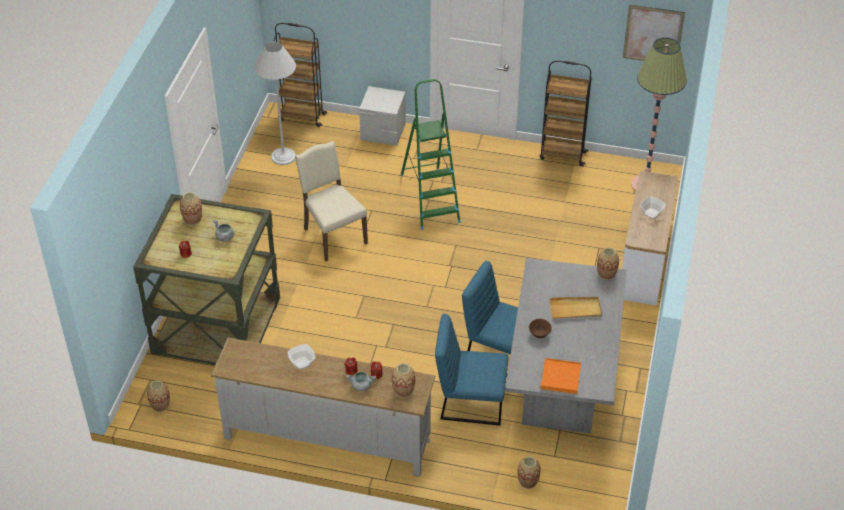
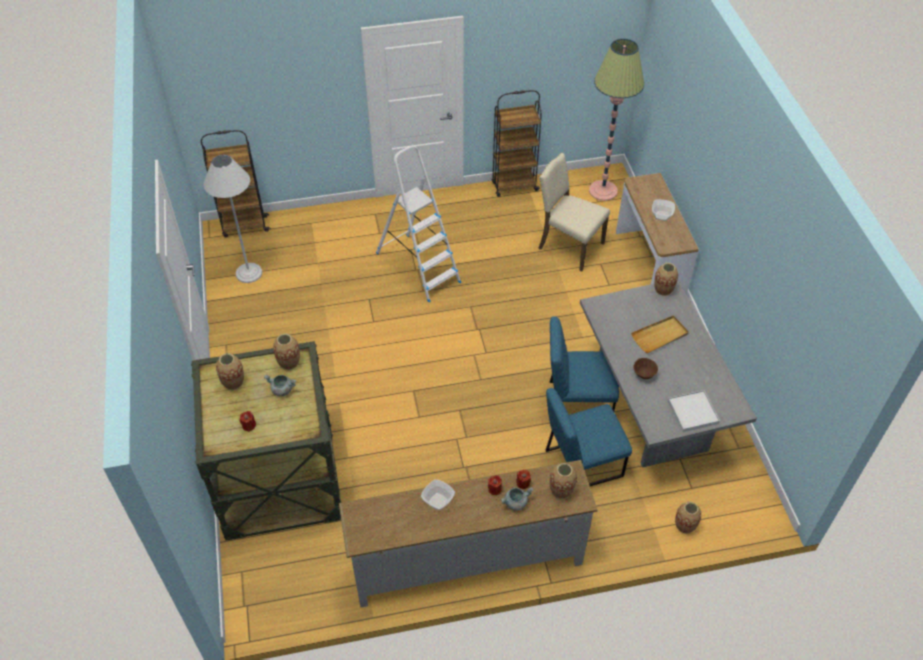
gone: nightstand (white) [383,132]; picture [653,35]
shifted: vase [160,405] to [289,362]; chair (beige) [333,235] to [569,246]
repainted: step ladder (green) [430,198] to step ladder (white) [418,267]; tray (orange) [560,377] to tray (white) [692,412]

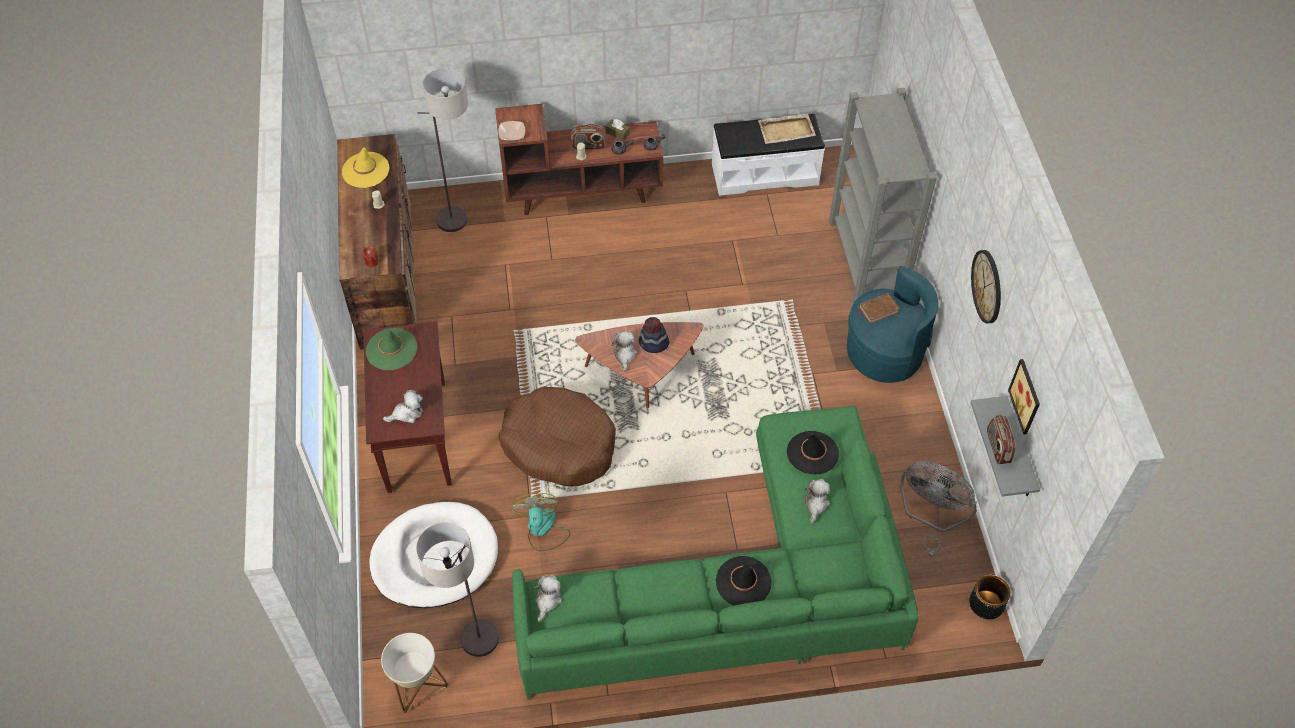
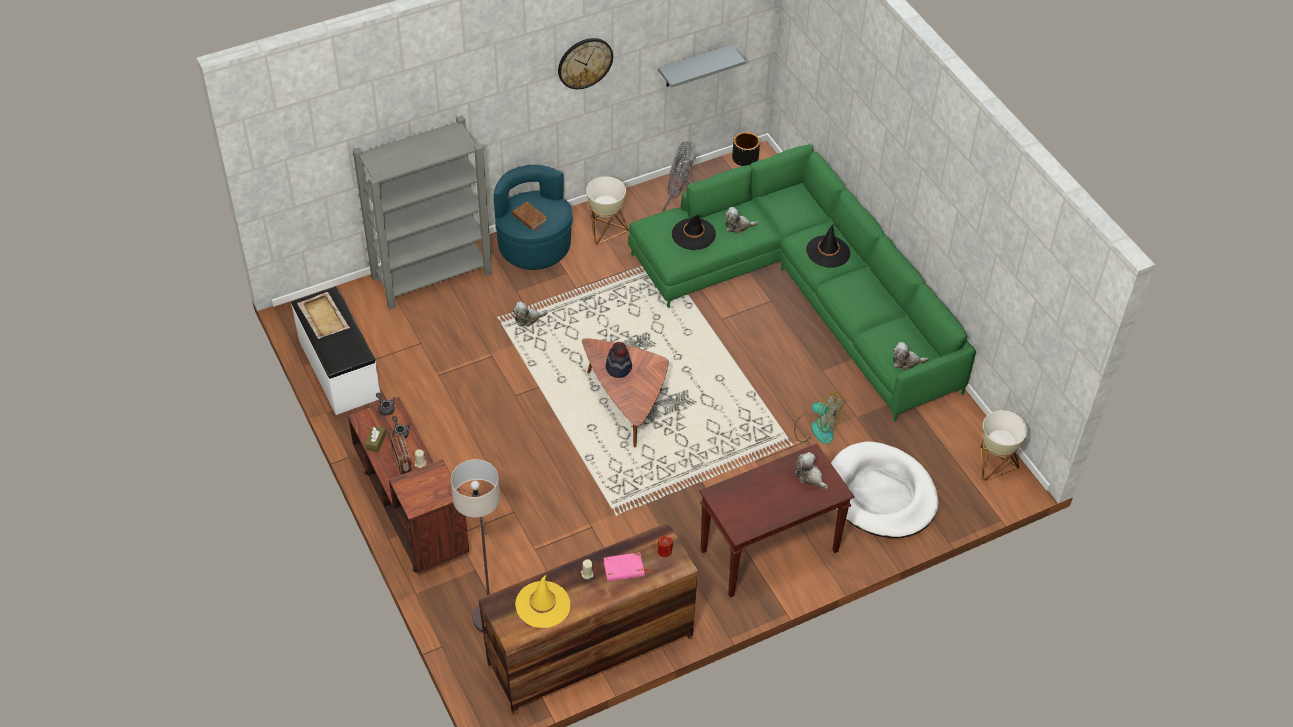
gone: hat (green) [391,349]; floor lamp (grey) [474,649]; bowl [512,135]; dog bed (brown) [559,445]; radio [998,447]; picture [1027,396]
new: planter [606,230]; book (pink) [624,569]
shifted: plush toy [624,355] to [528,319]
rotated: fan [543,529] = [816,428] 120 degrees counterclockwise

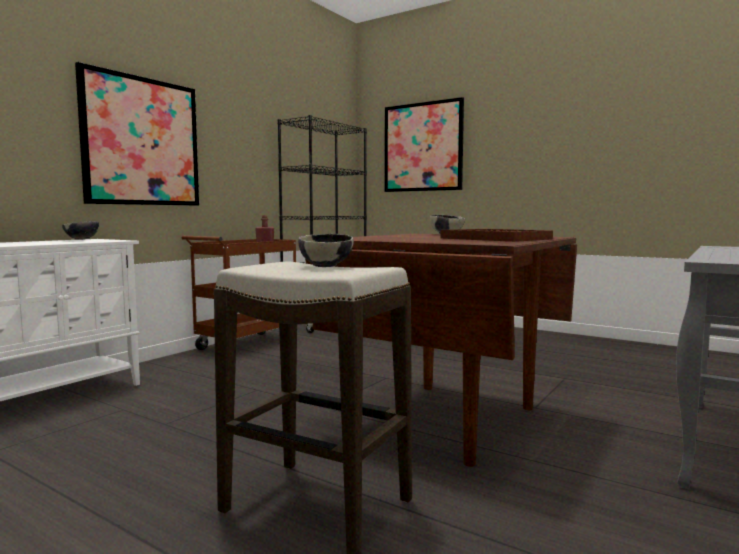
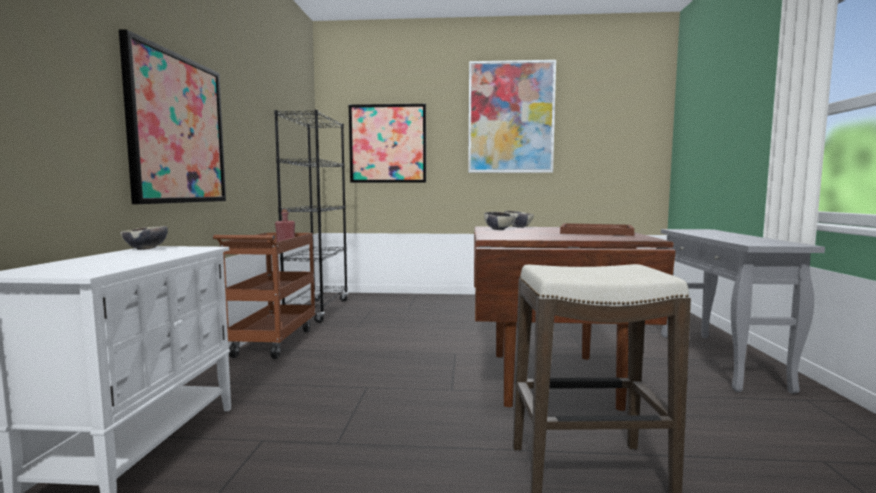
new: picture [511,117]
shifted: bowl [326,266] to [498,229]

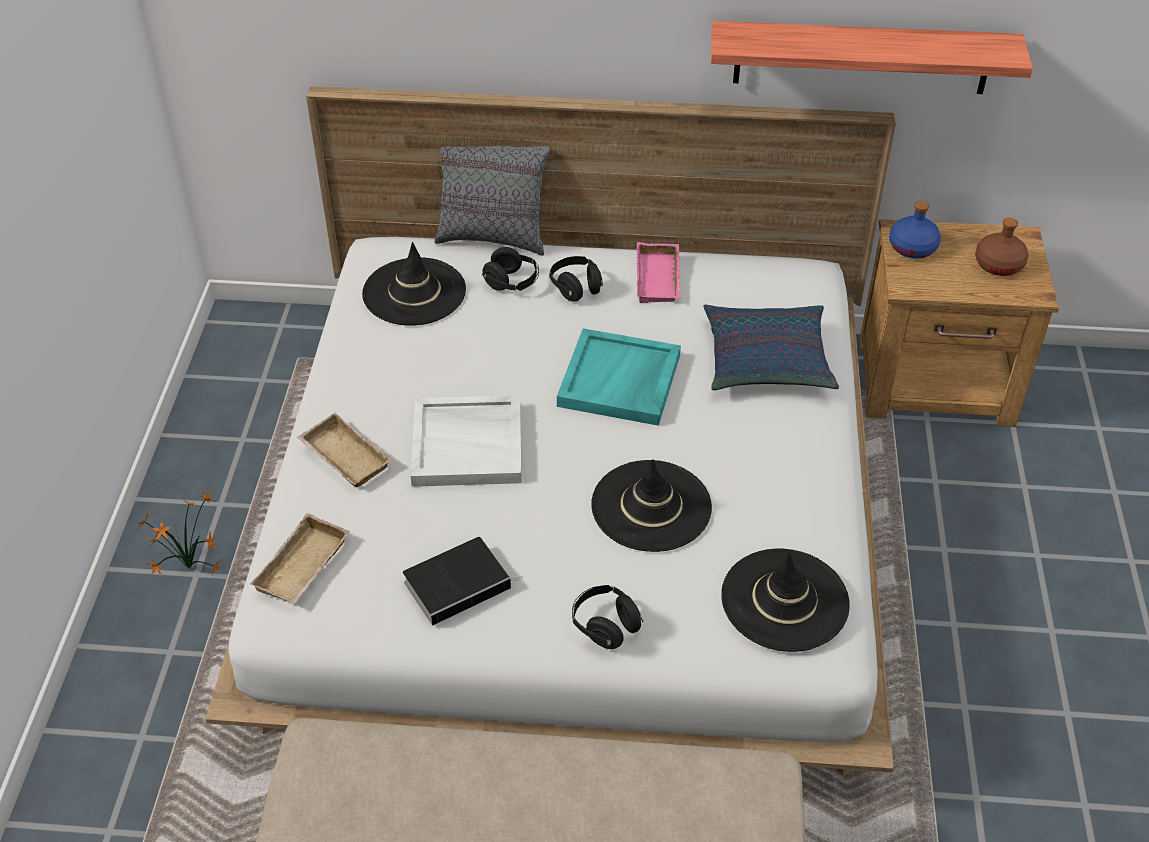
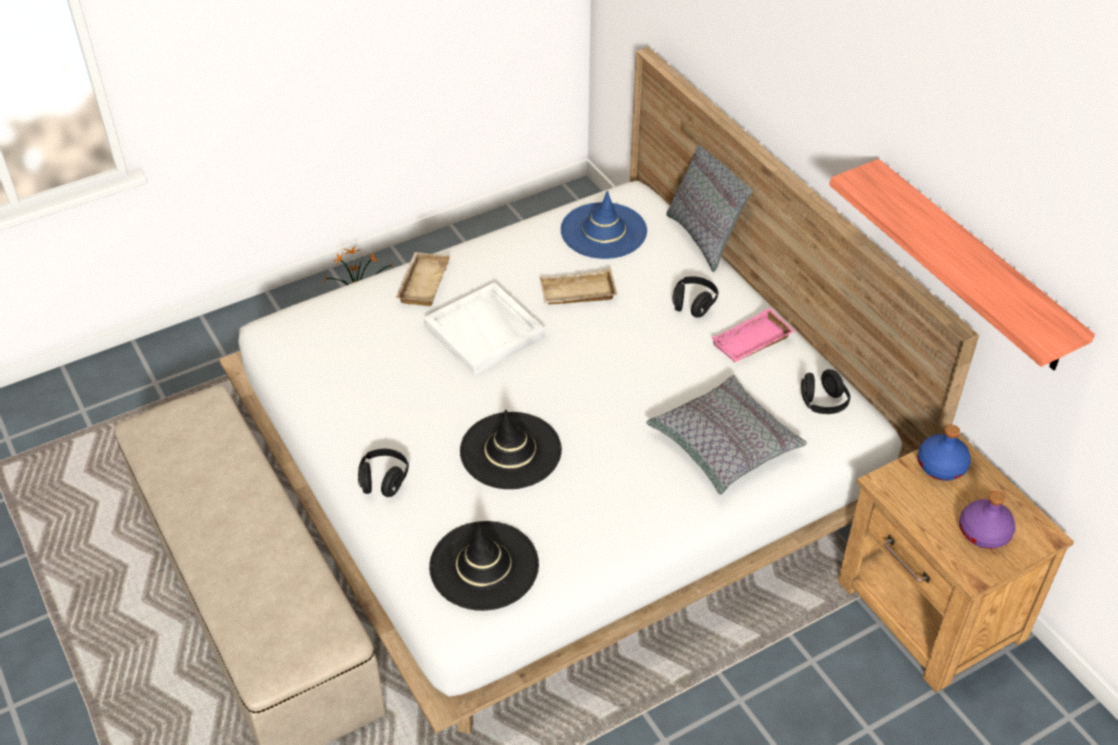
gone: book [459,583]; tray (turquoise) [620,381]
shifted: tray (beige) [304,568] to [577,294]; headphones (black) [512,283] to [822,403]
repainted: hat (black) [414,292] to hat (blue) [603,231]; pillow (blue) [767,360] to pillow (grey) [725,445]; bottle (brown) [998,264] to bottle (purple) [984,532]

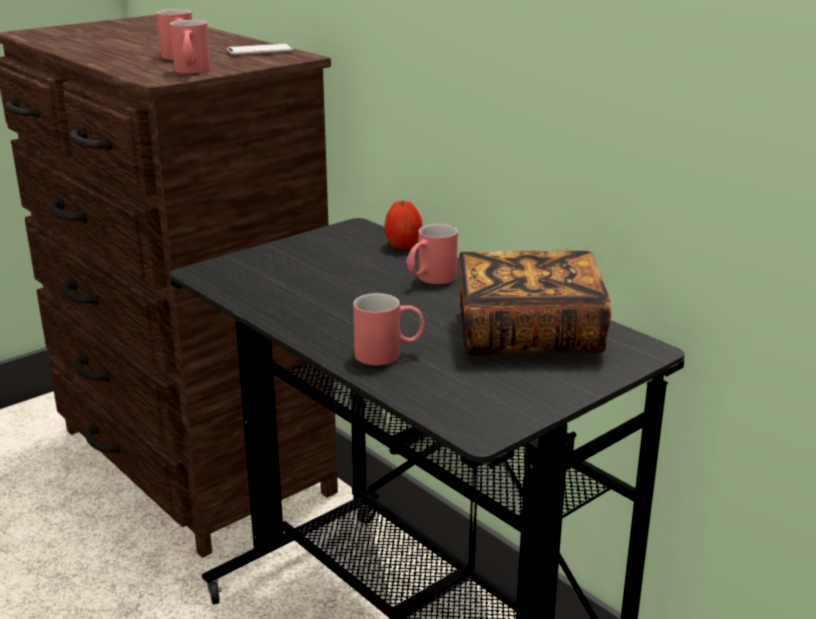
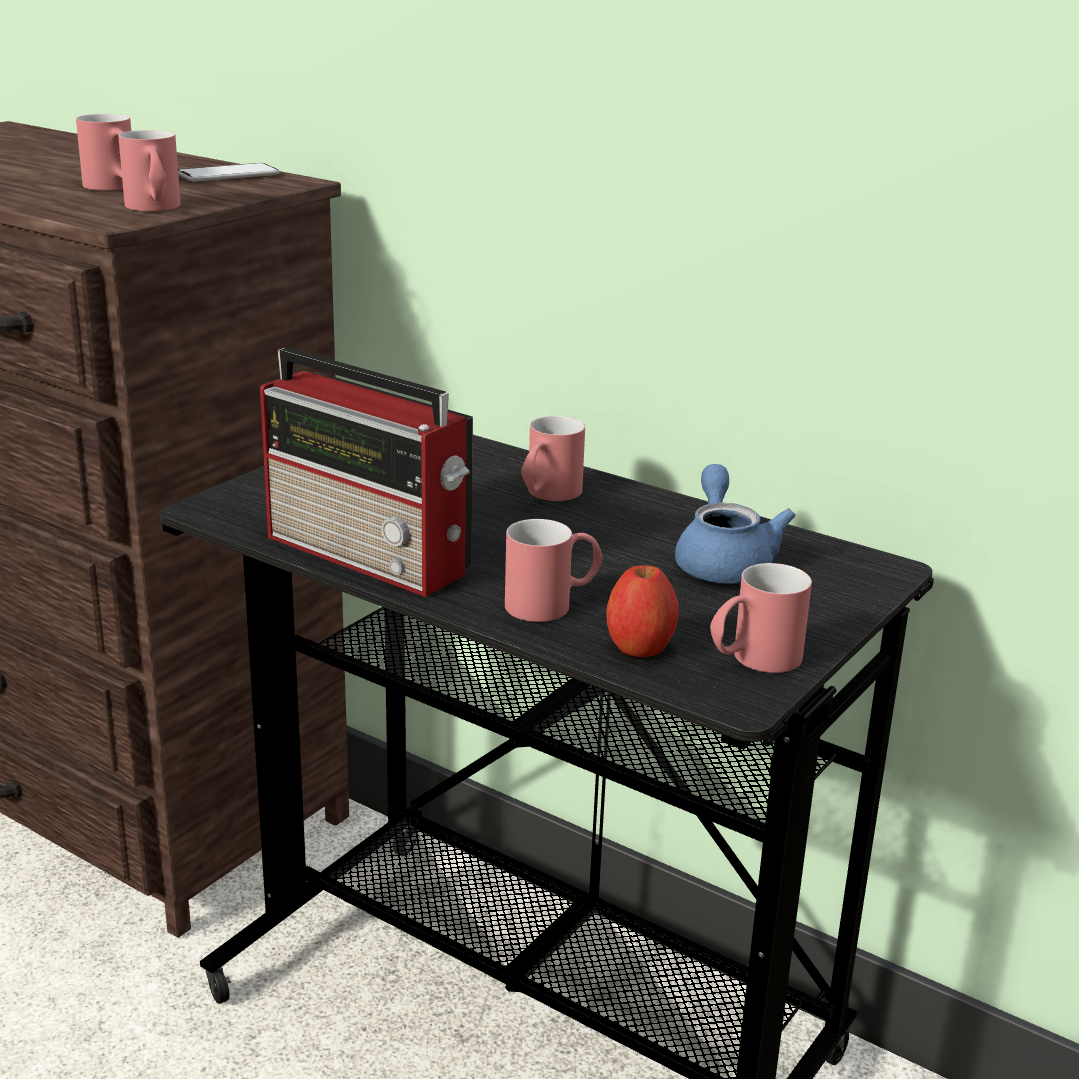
new: radio [371,556]; mug (red) [753,661]
shifted: apple [403,246] to [640,648]
swapped: book [528,335] to teapot (blue) [723,561]

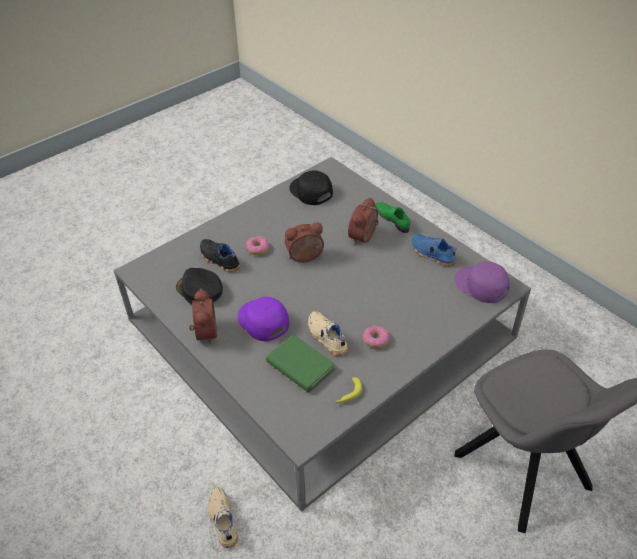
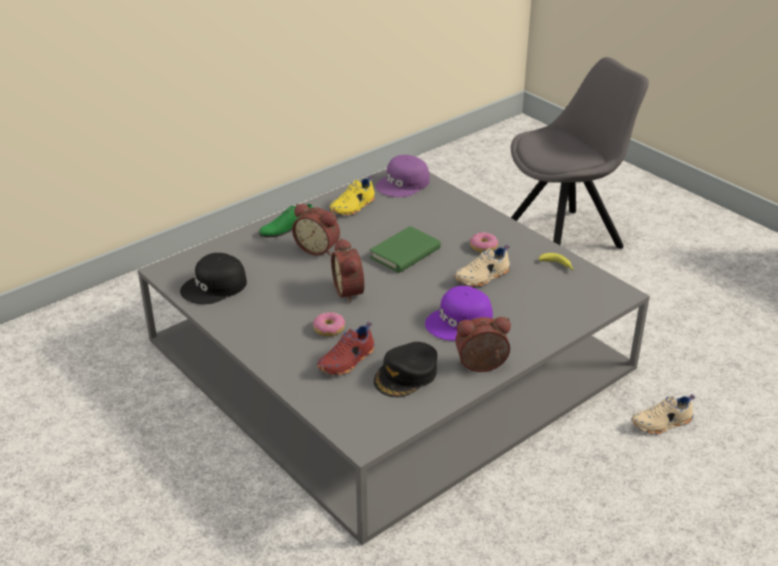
shifted: book (green) [300,366] to [405,253]
repainted: shoe (black) [219,260] to shoe (red) [347,361]; shoe (blue) [432,254] to shoe (yellow) [353,207]

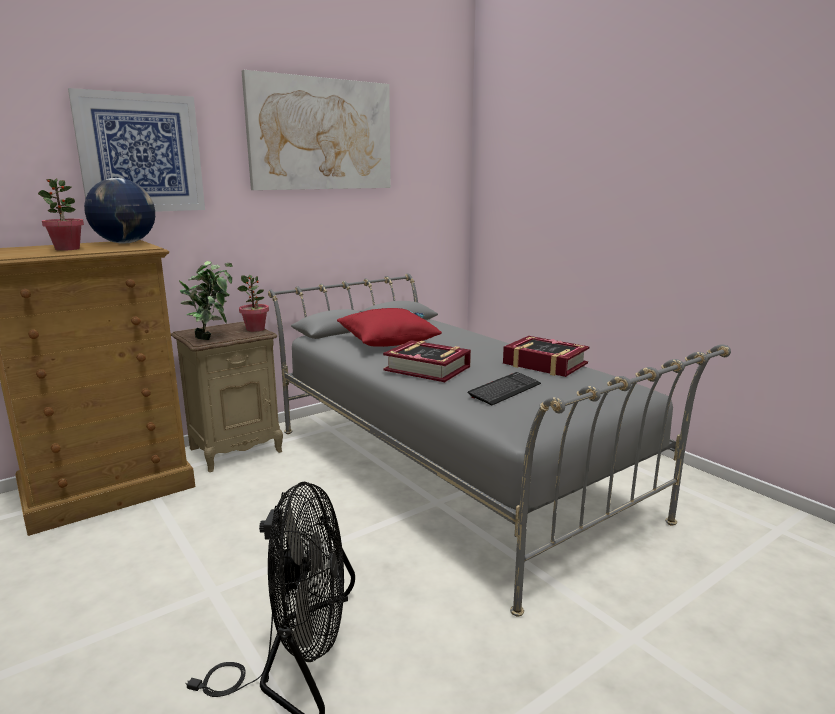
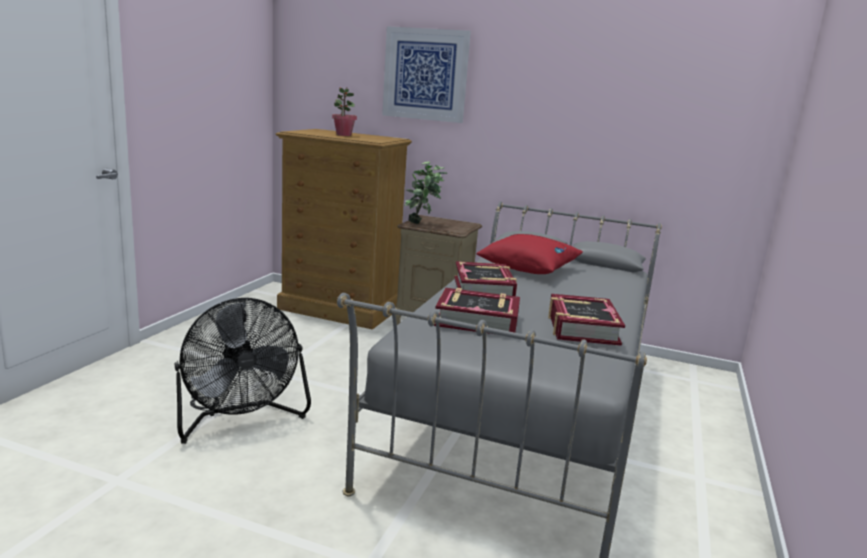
gone: globe [126,243]; potted plant [255,329]; picture [321,134]
swapped: keyboard [505,390] to book [477,320]

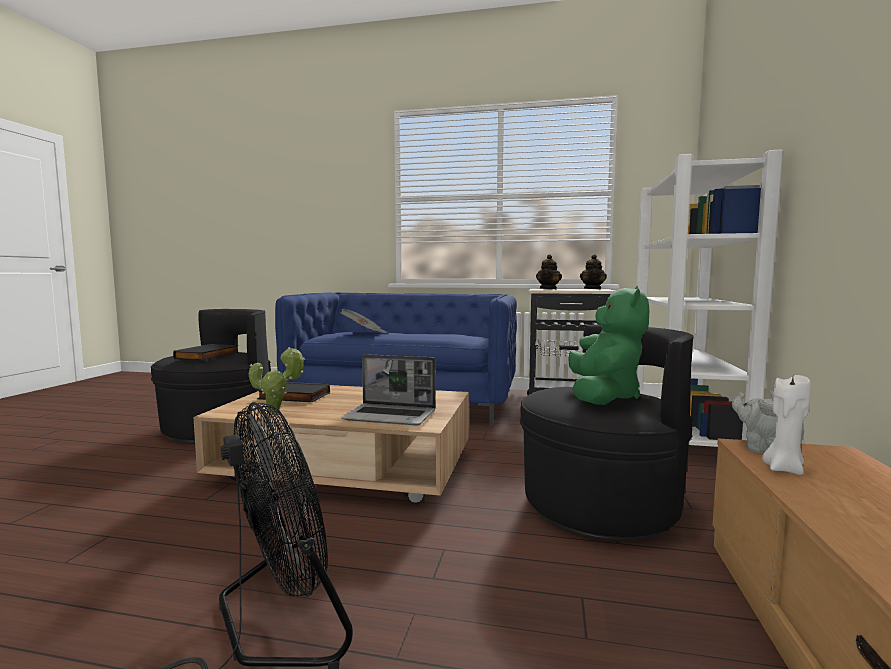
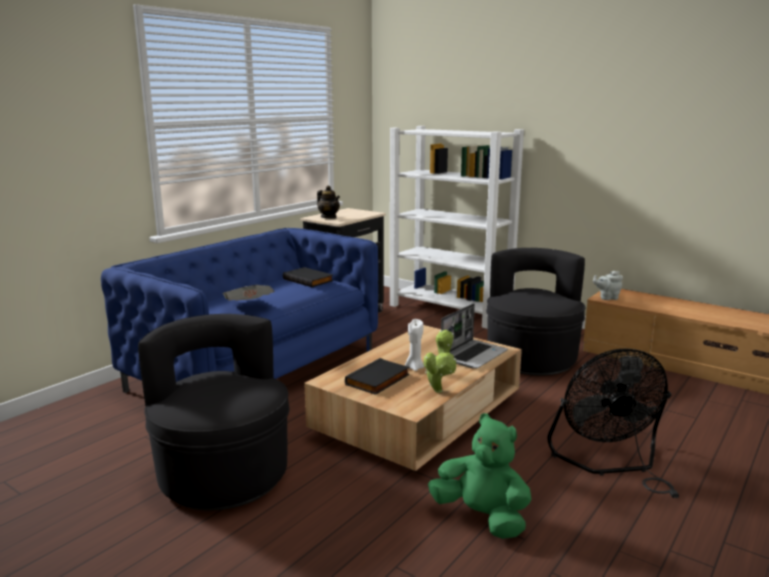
gone: teapot [593,289]
shifted: book (black) [208,356] to [309,280]; plush toy (green) [603,397] to [482,517]; candle (white) [783,469] to [414,367]

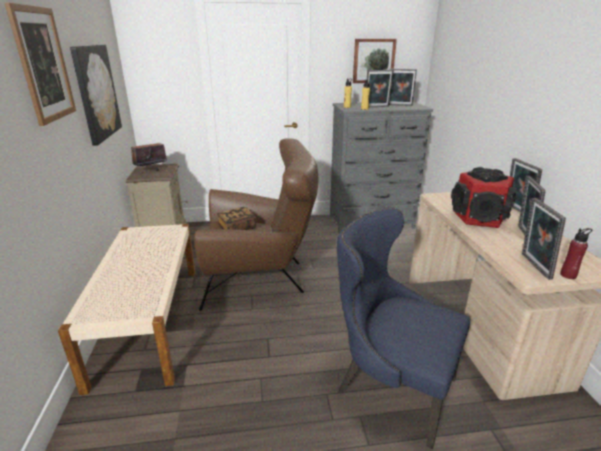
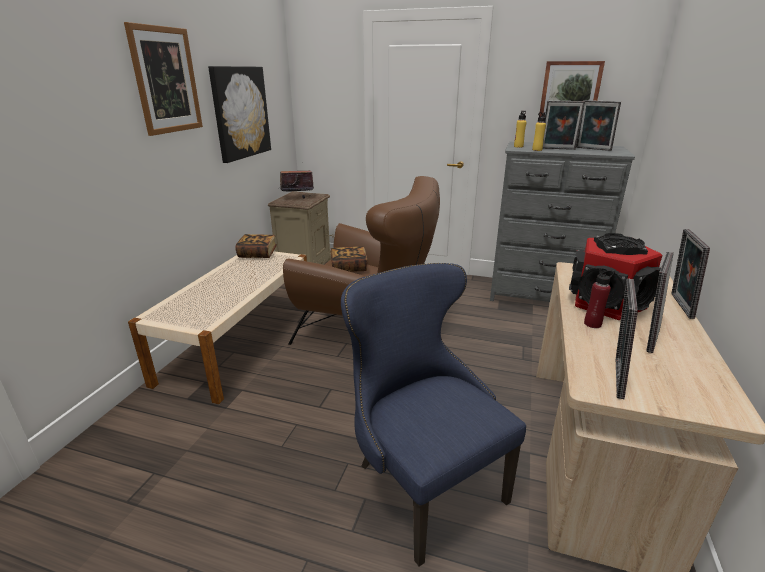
new: book [257,254]
shifted: bottle (red) [568,275] to [592,324]

